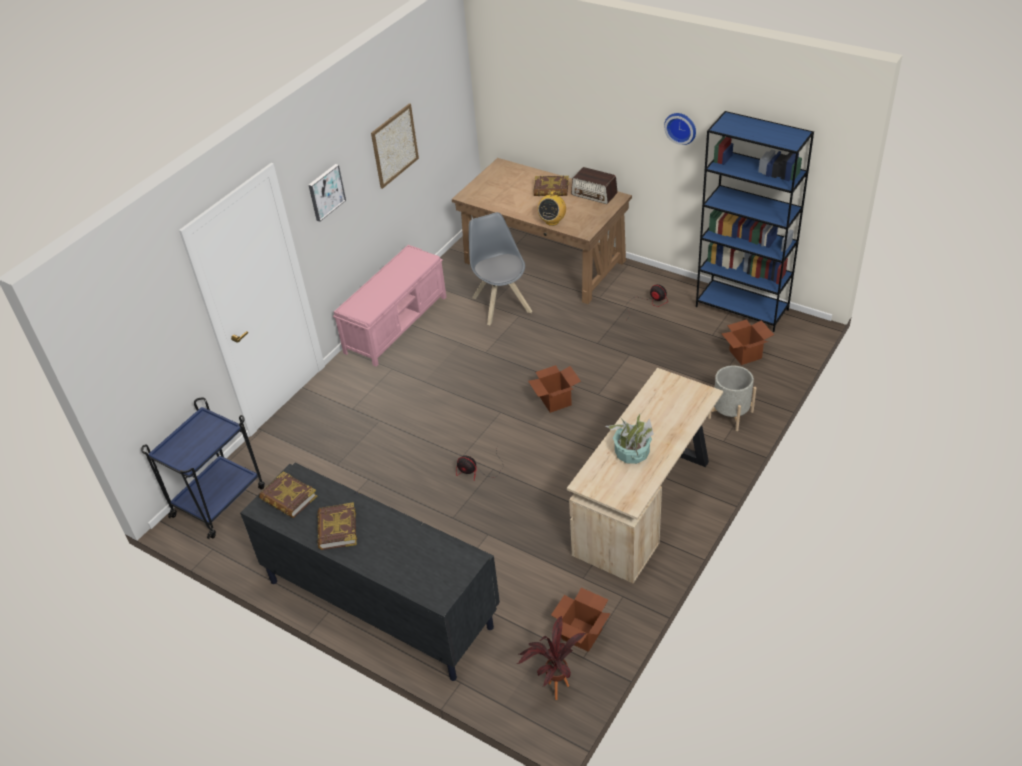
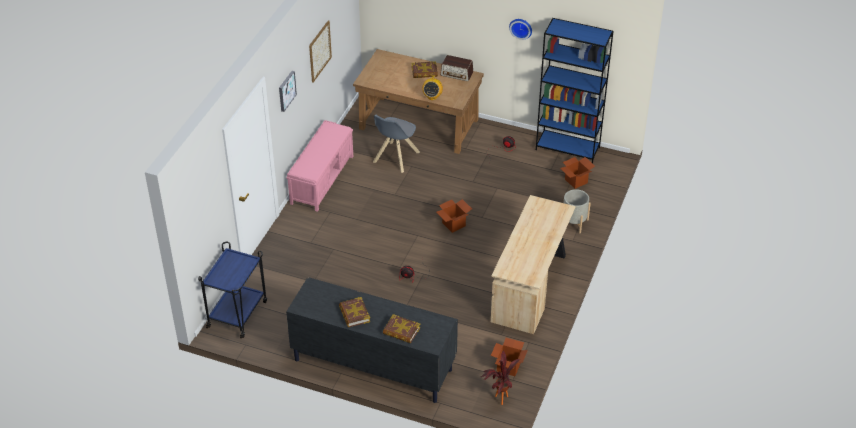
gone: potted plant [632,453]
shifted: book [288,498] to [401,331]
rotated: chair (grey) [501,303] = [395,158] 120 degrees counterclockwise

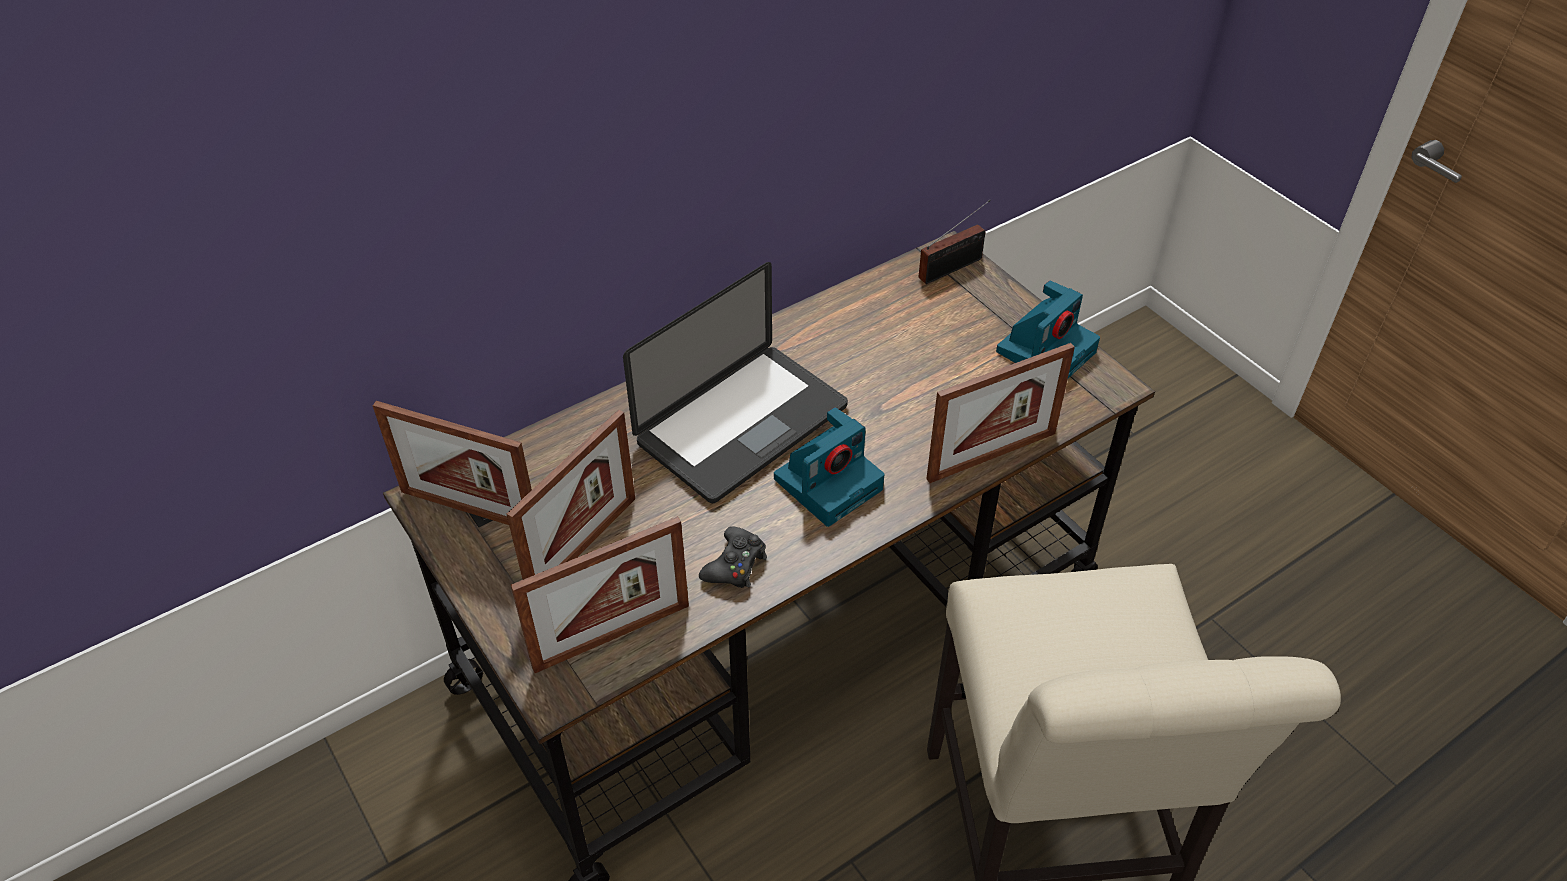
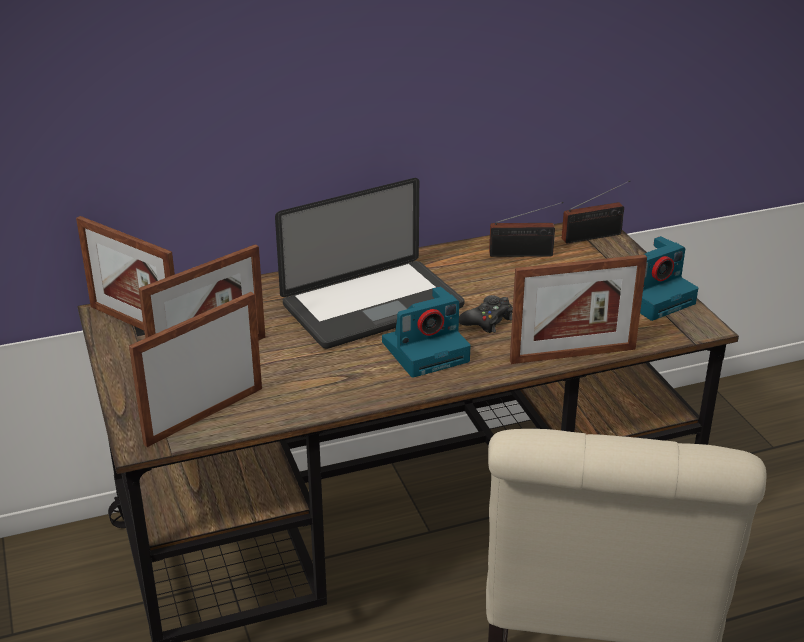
new: radio [524,254]
shifted: game controller (black) [735,565] to [487,321]
rotated: picture frame [611,636] = [204,415] 150 degrees clockwise

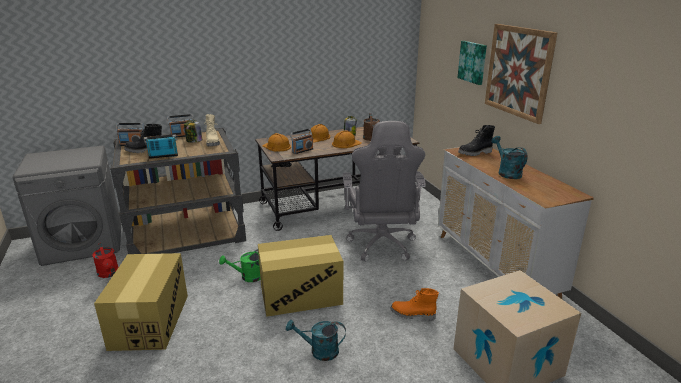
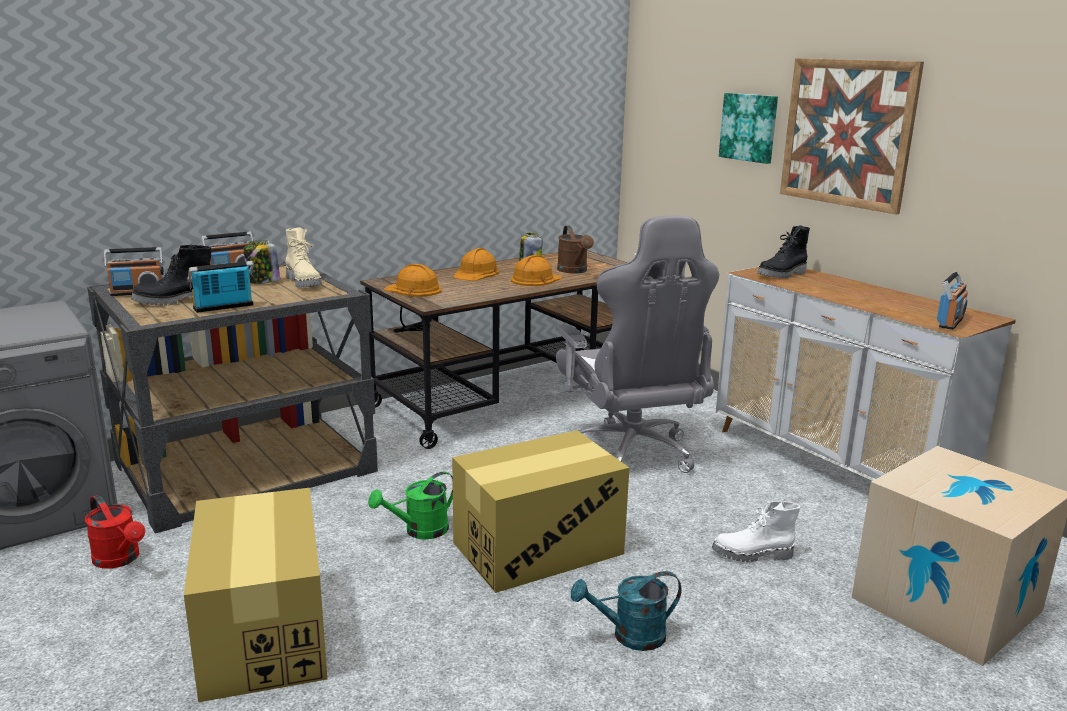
gone: watering can (turquoise) [506,172]
shifted: radio [302,150] to [950,322]
repainted: boot (orange) [412,315] to boot (white) [752,555]

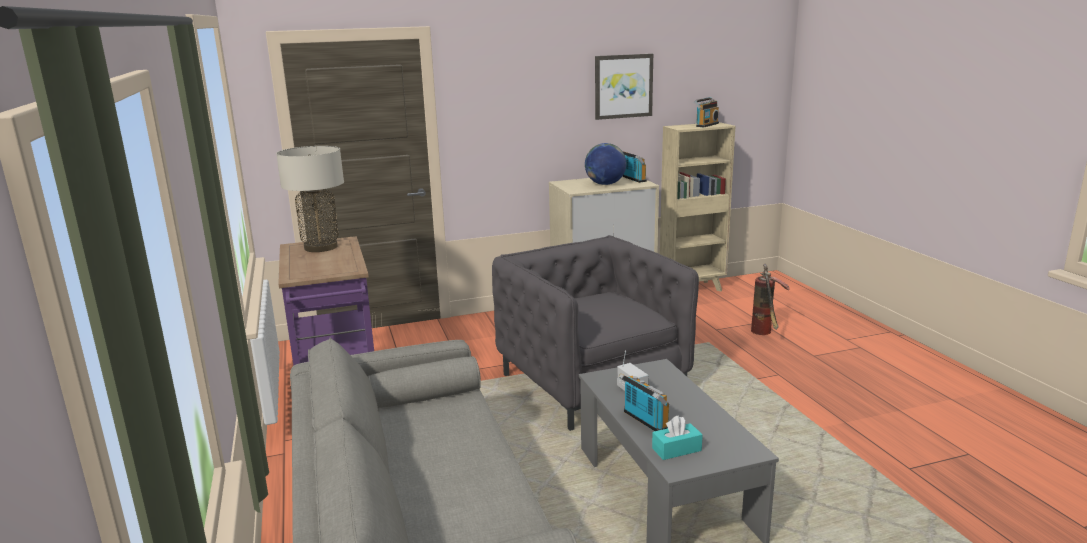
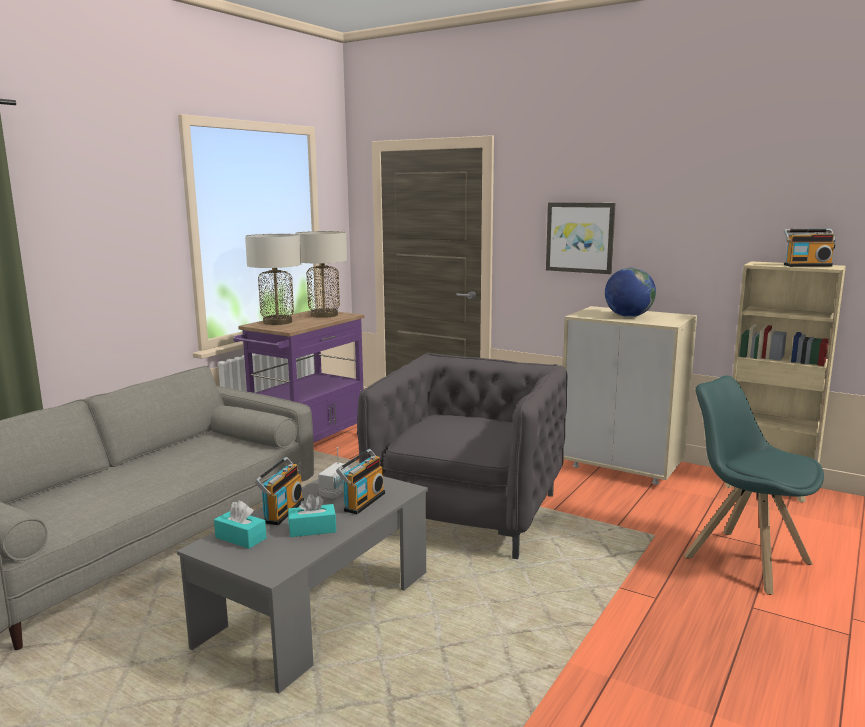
new: table lamp [277,322]; tissue box (turquoise) [312,529]
shifted: picture [623,86] to [580,237]; radio [633,179] to [362,501]
swapped: fire extinguisher [765,334] to chair (turquoise) [745,560]

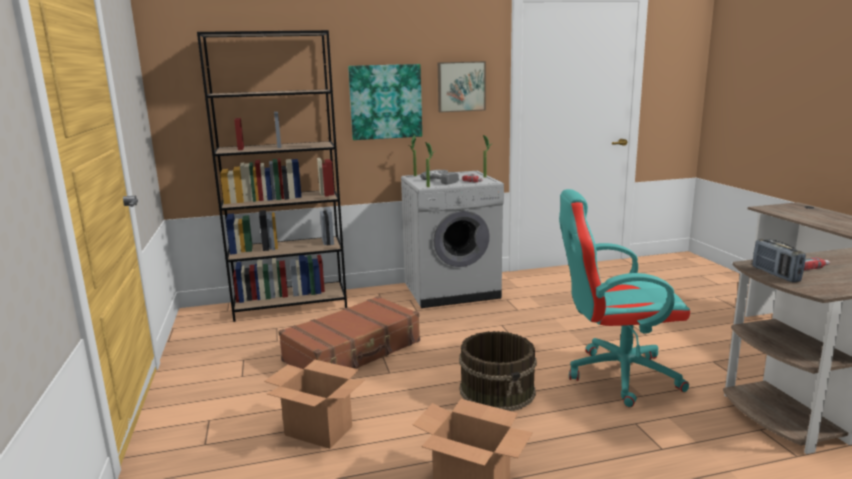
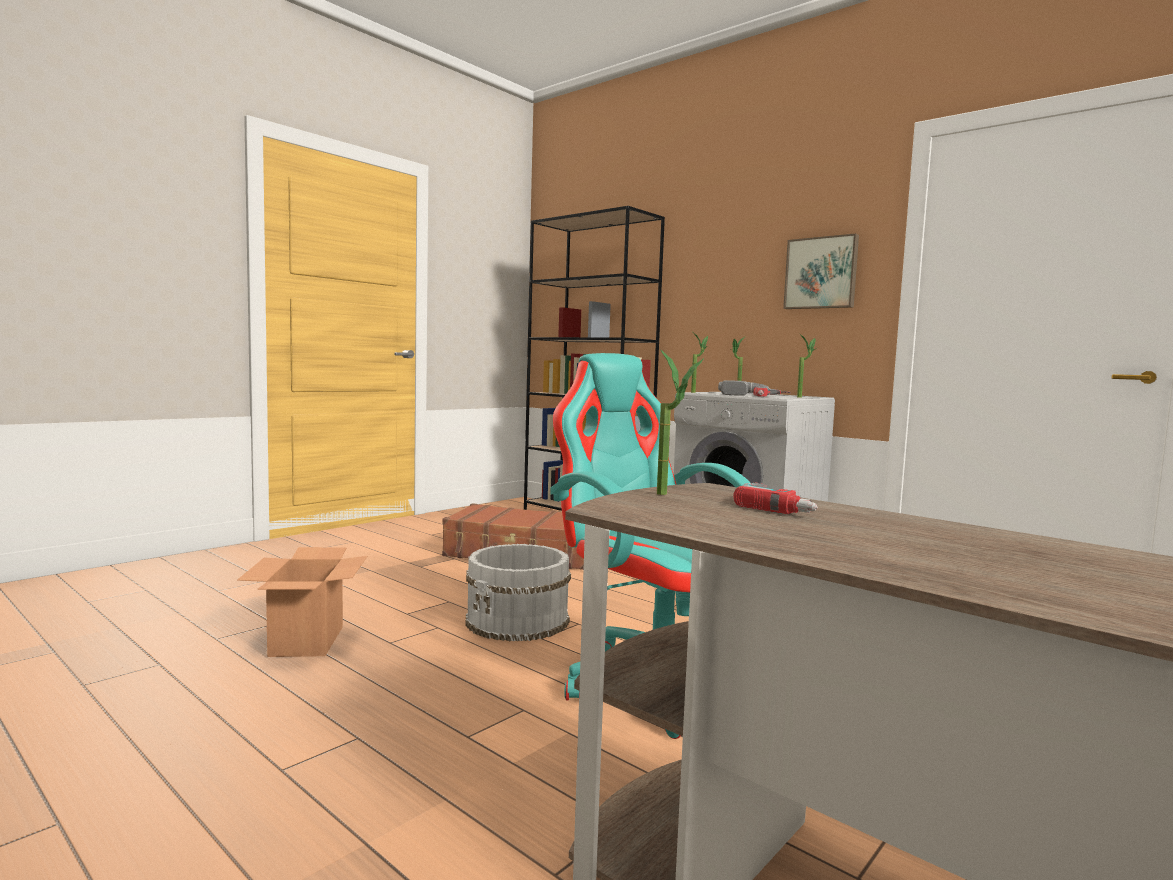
gone: cardboard box [317,431]; picture [385,102]
swapped: radio [775,274] to potted plant [672,495]
repainted: bucket (brown) [498,390] to bucket (white) [518,621]

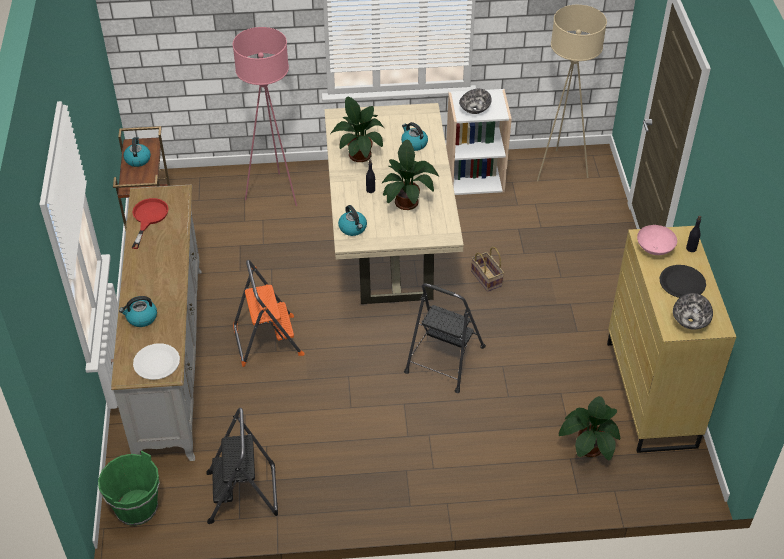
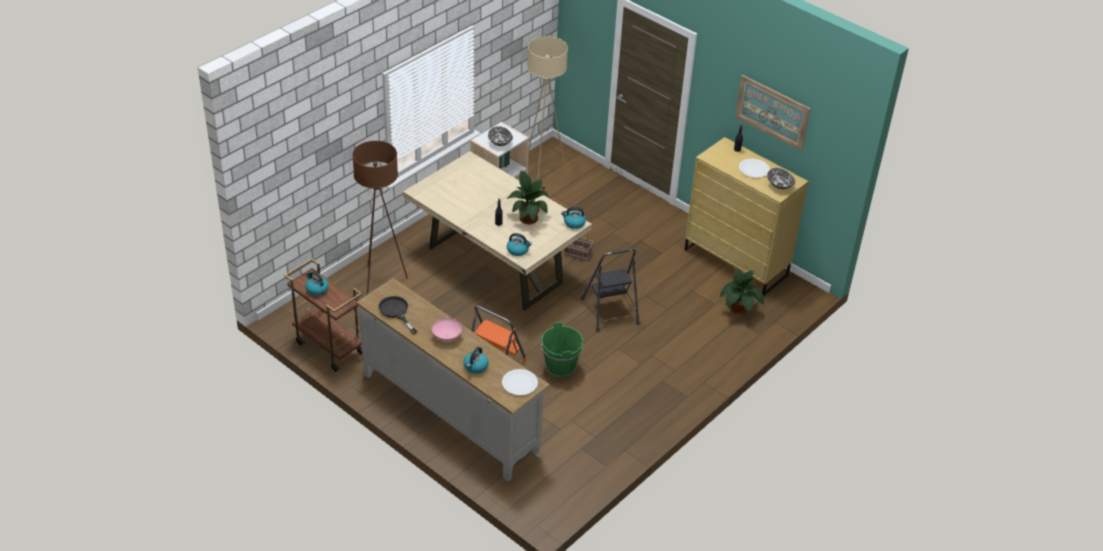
gone: step ladder (black) [245,493]; potted plant [359,153]
new: picture [772,112]
shifted: bucket (green) [137,508] to [560,367]; kettle [413,144] to [574,223]; bowl (pink) [654,249] to [447,336]
repainted: frying pan (red) [148,218] to frying pan (black) [396,312]; floor lamp (pink) [274,193] to floor lamp (brown) [381,278]; plate (black) [682,283] to plate (white) [754,169]

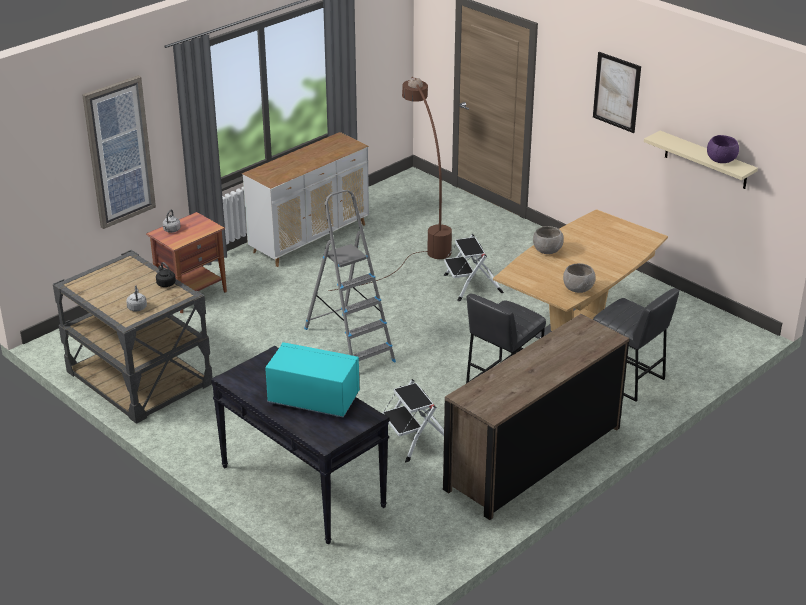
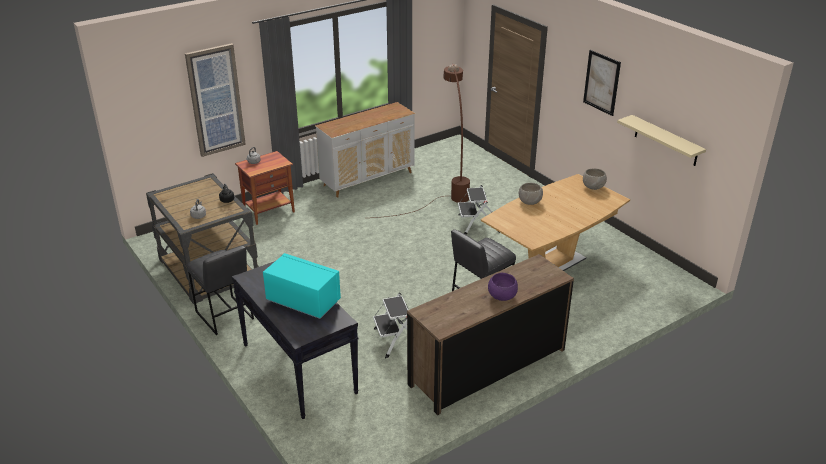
gone: step ladder (grey) [349,345]
shifted: bowl (grey) [578,289] to [593,187]; stool (grey) [628,379] to [225,316]; bowl (purple) [721,161] to [501,297]

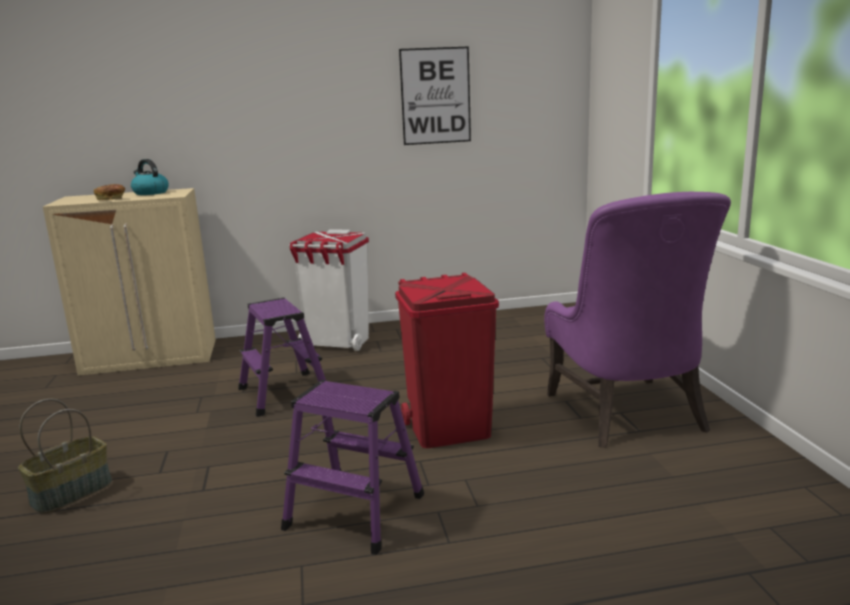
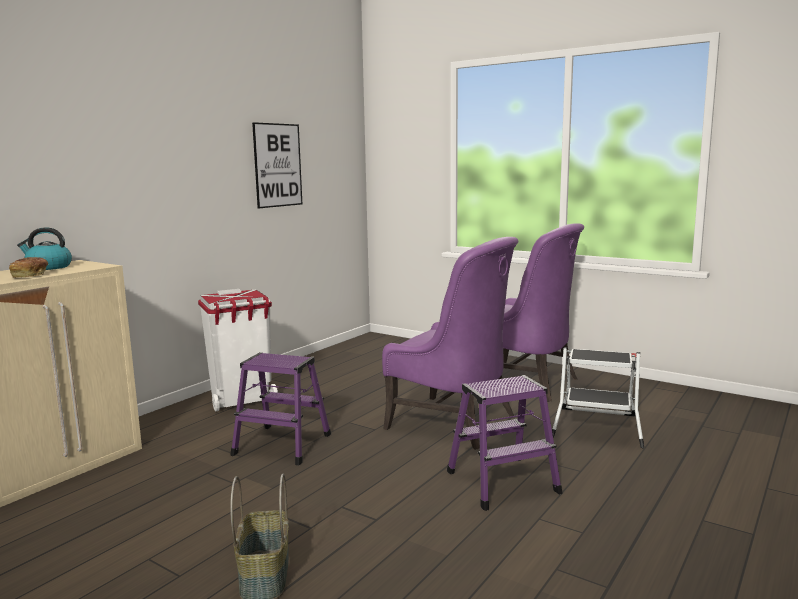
new: step ladder [597,427]
swapped: trash can (red) [449,429] to chair (purple) [453,422]

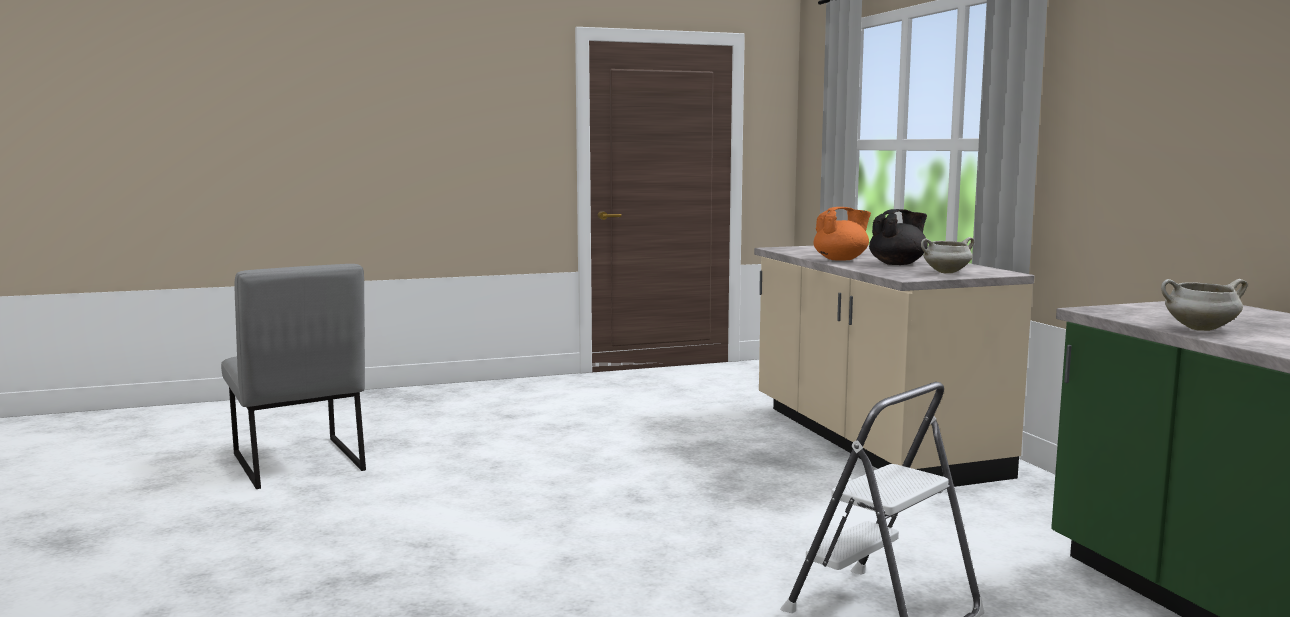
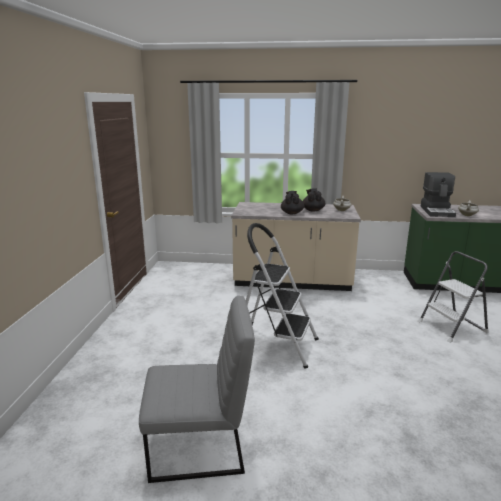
new: step ladder [273,345]; coffee machine [437,211]
repainted: teapot (orange) [841,259] to teapot (black) [292,213]

